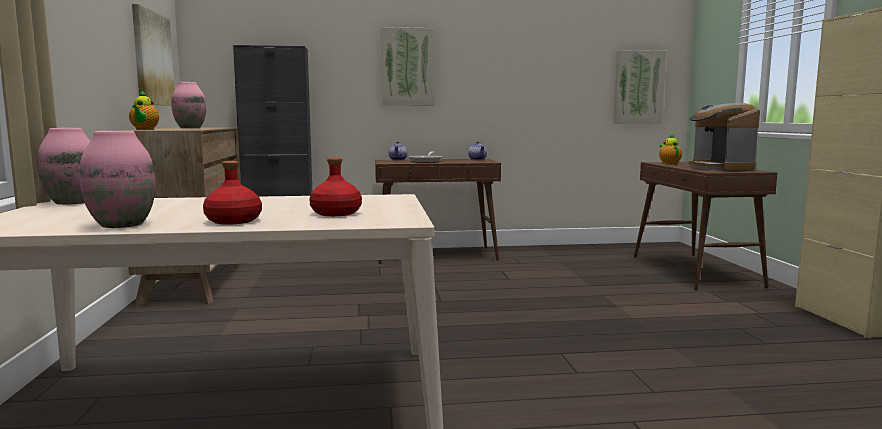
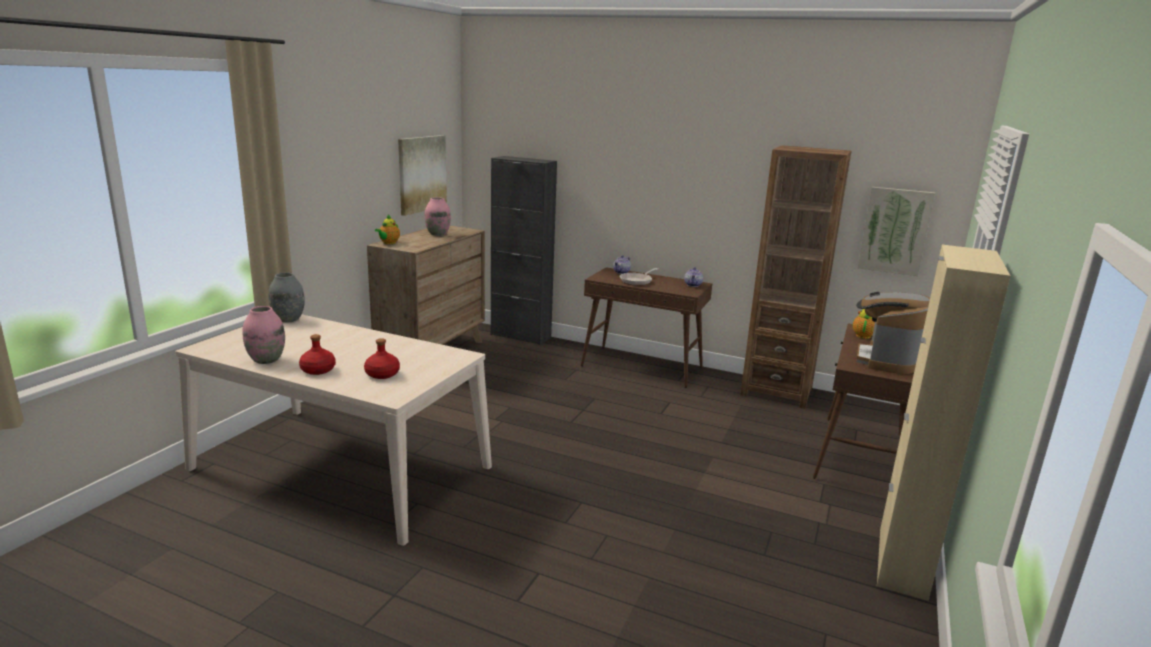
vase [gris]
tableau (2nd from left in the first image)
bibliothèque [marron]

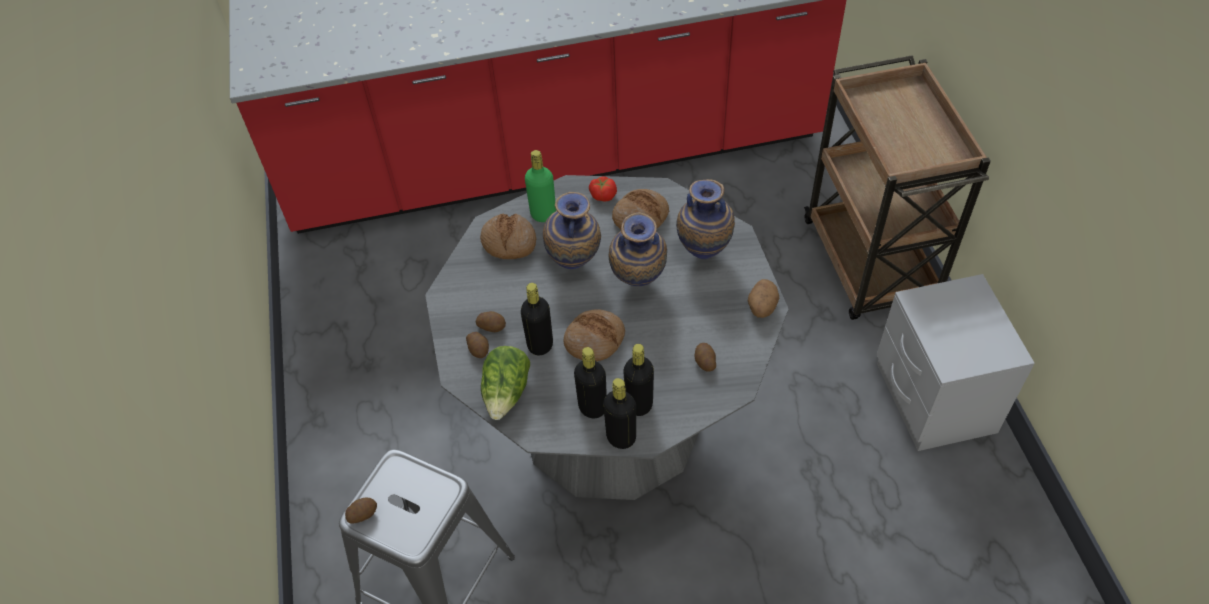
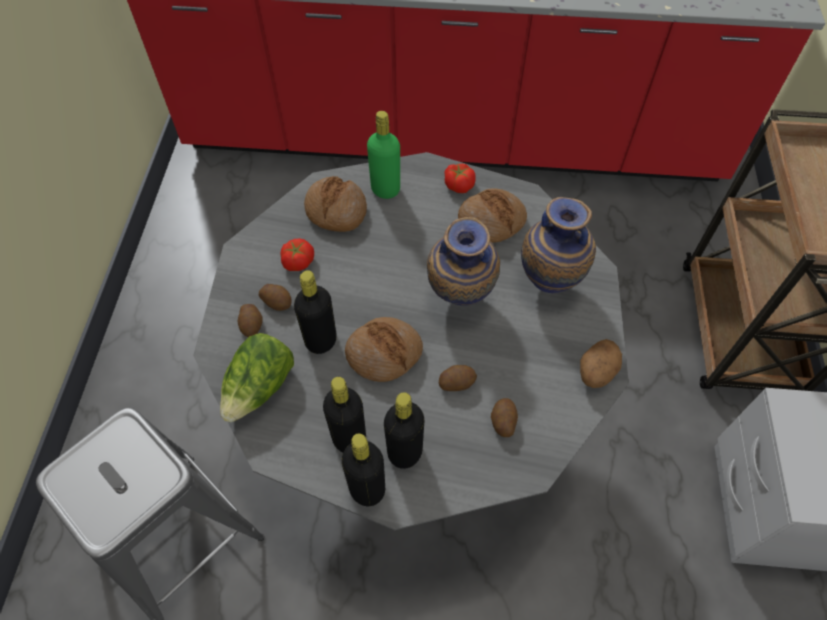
pomme de terre (3rd from left)
vase (1st from left in the first image)
tomate (1st from left)

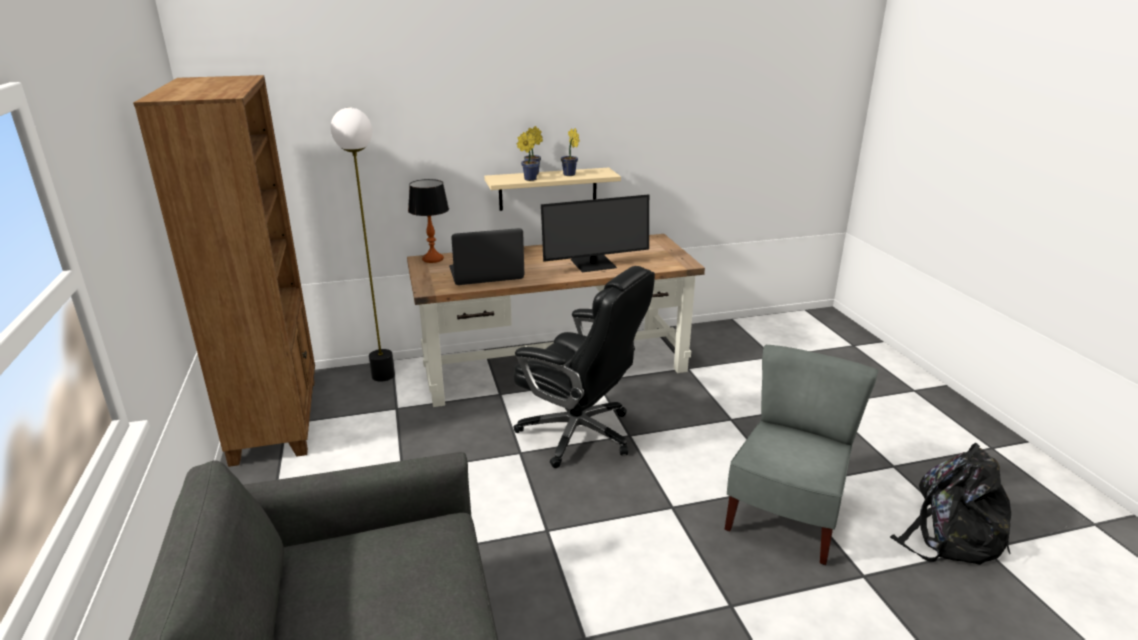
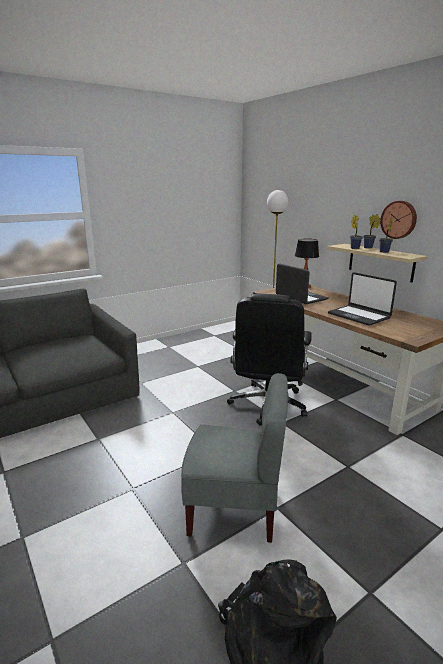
bibliothèque [marron]
ordinateur portable (2nd from left)
horloge murale

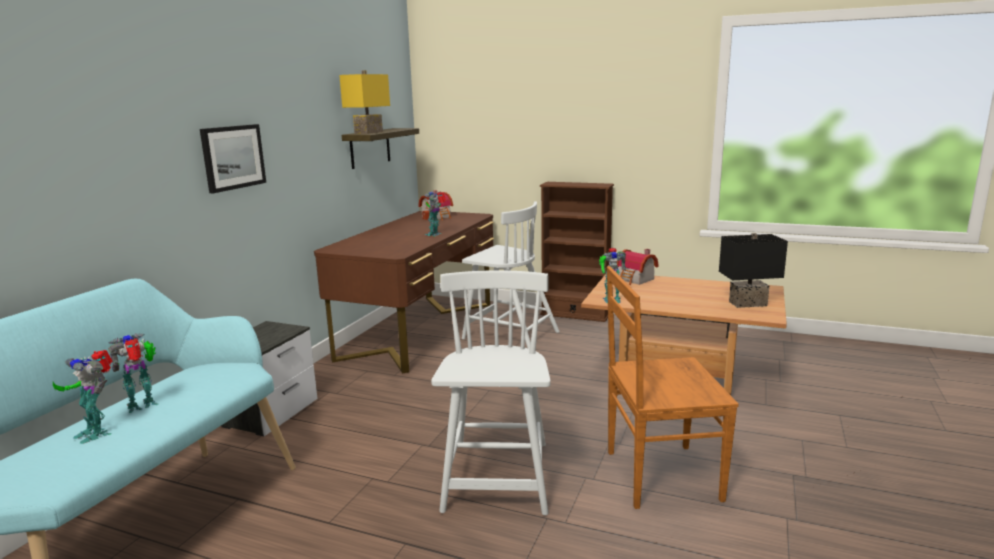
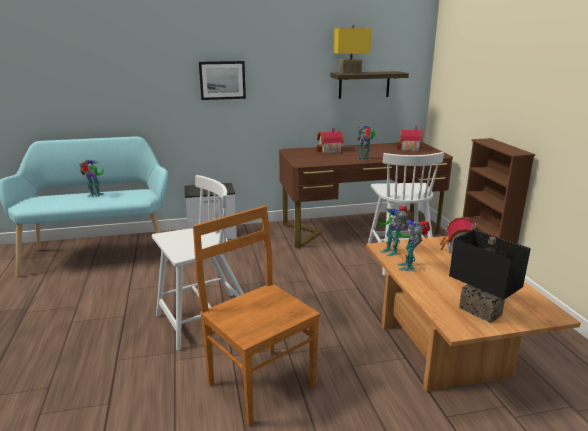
robot jouet (4th from left)
maison miniature (1st from left)

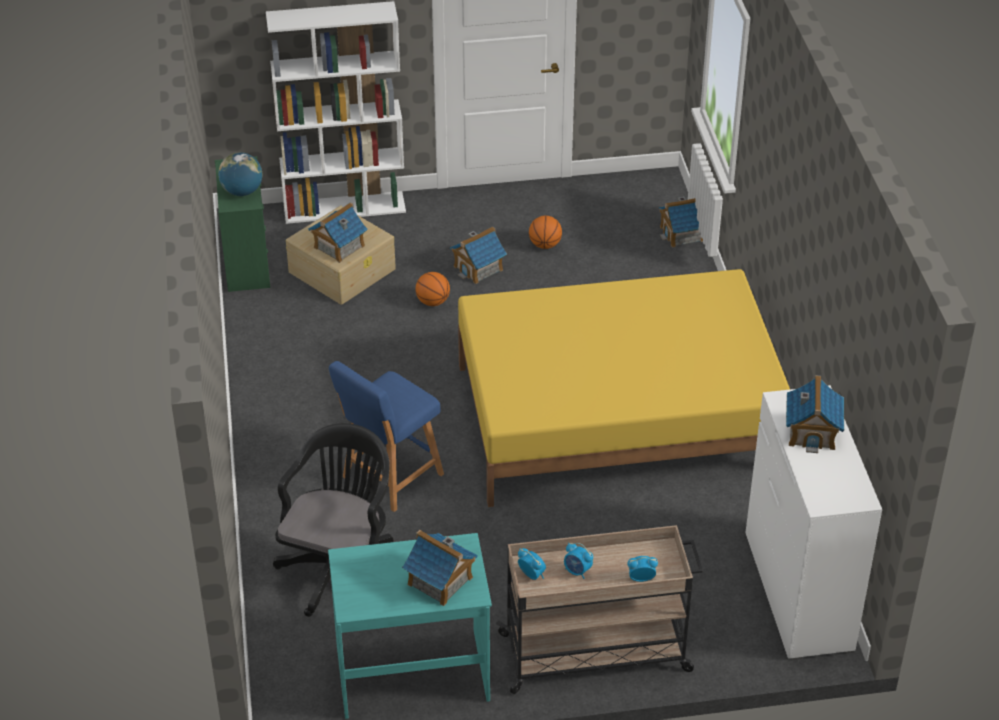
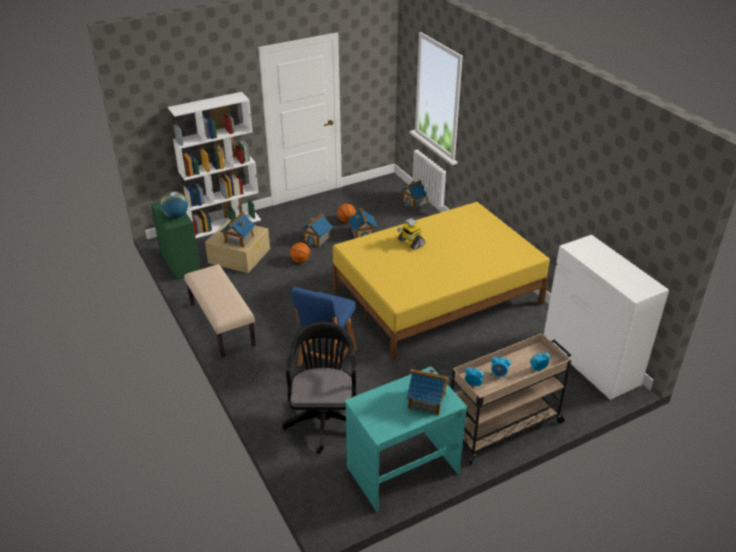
maison miniature (3rd from left)
banc [beige]
robot jouet

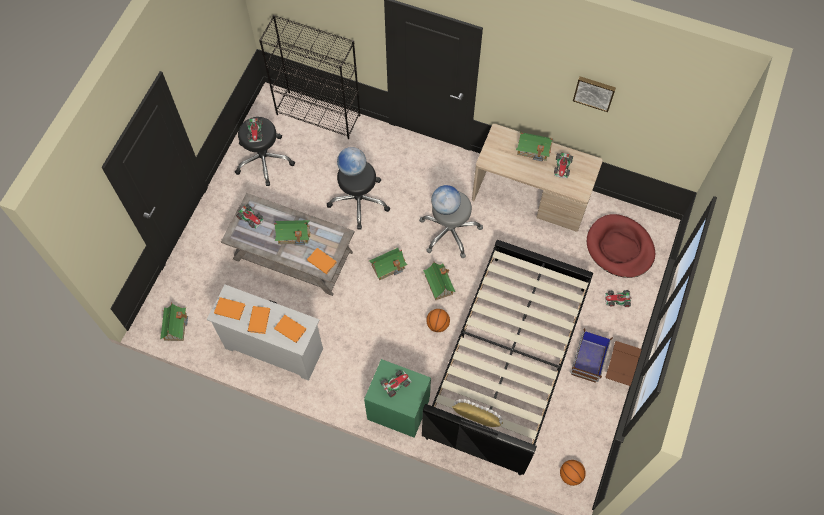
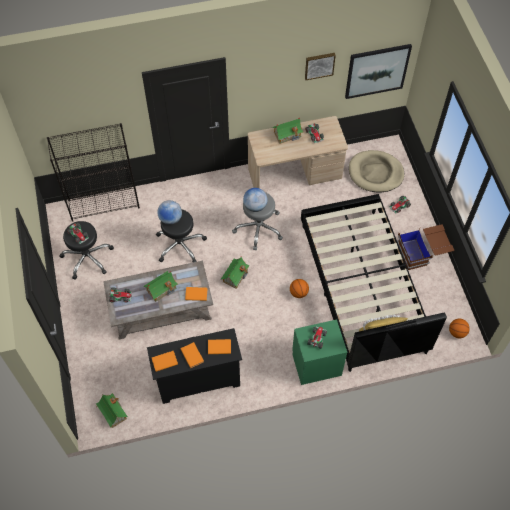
commode [noir]
maison miniature (4th from left in the first image)
panier pour chien [beige]
tableau (2nd from left)

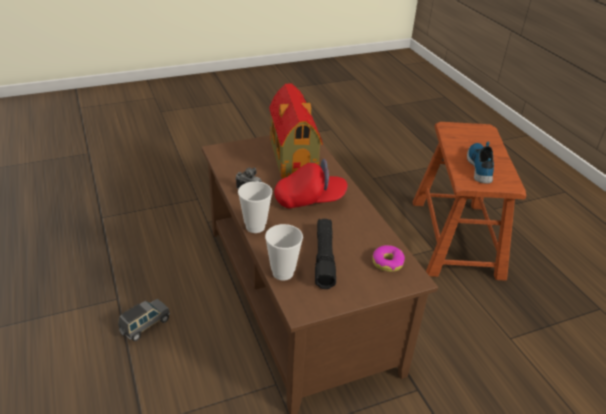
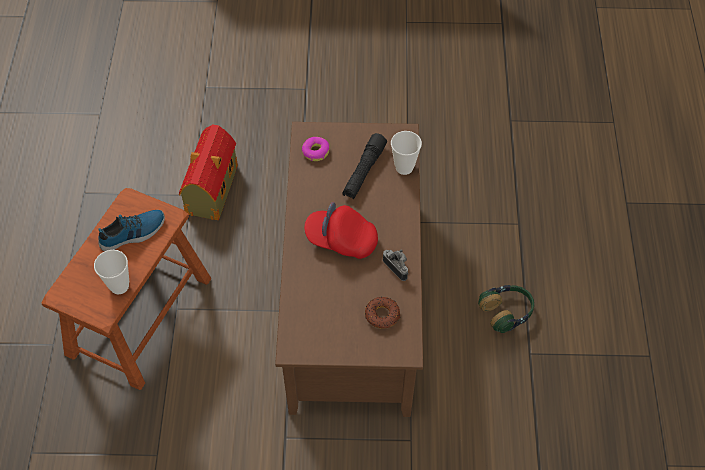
casque audio
tasse (1st from left)
maison miniature
chaussure
beignet (2nd from left)

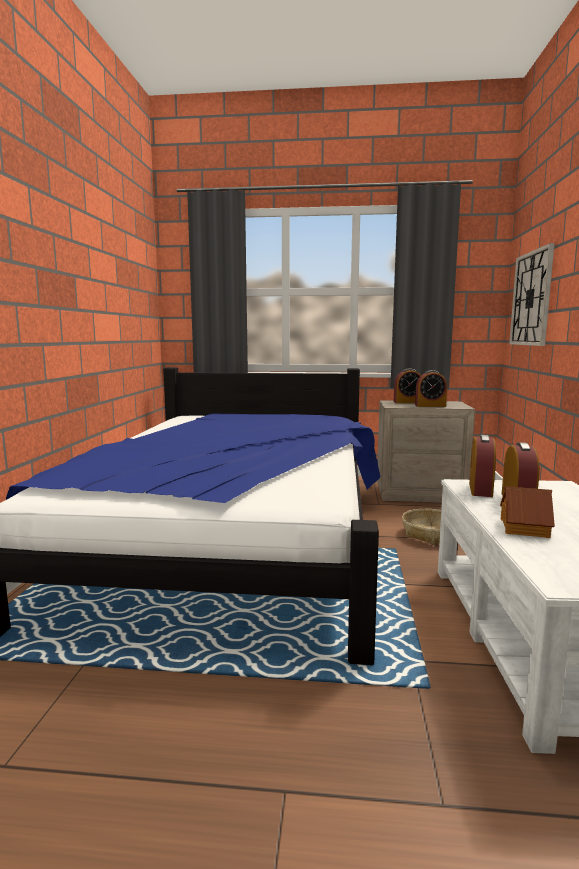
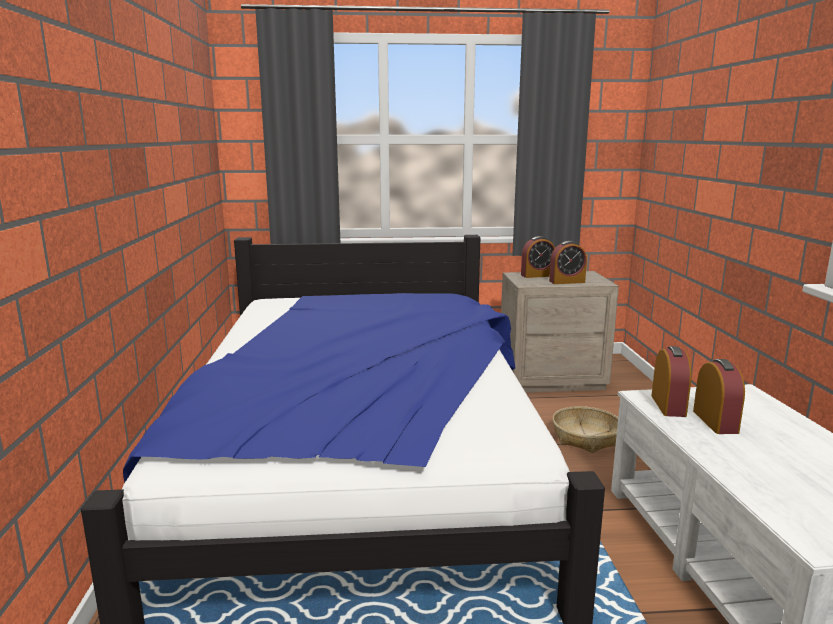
maison miniature
horloge murale

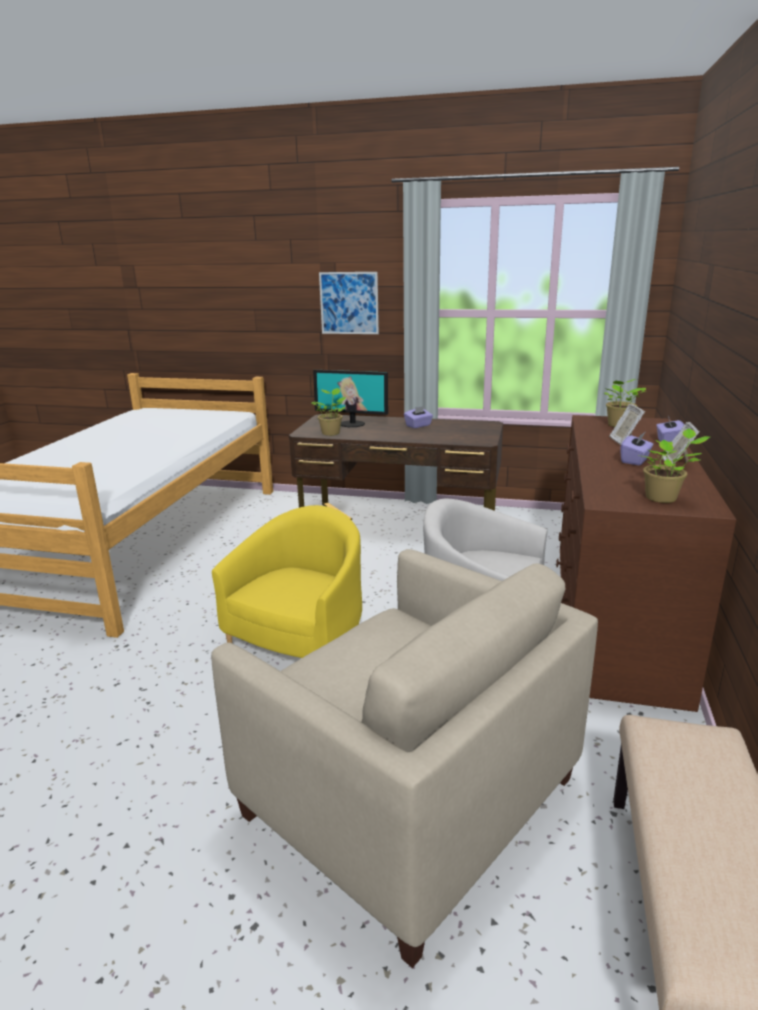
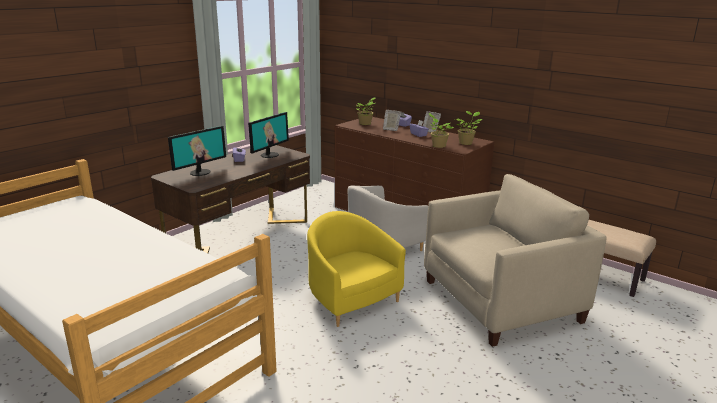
plante en pot (2nd from left)
tableau
écran d'ordinateur (2nd from left)

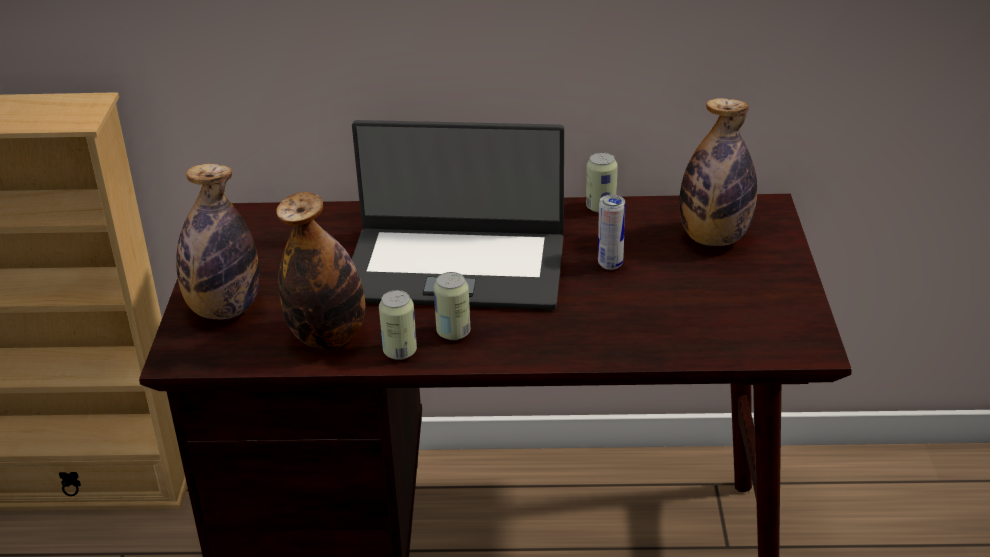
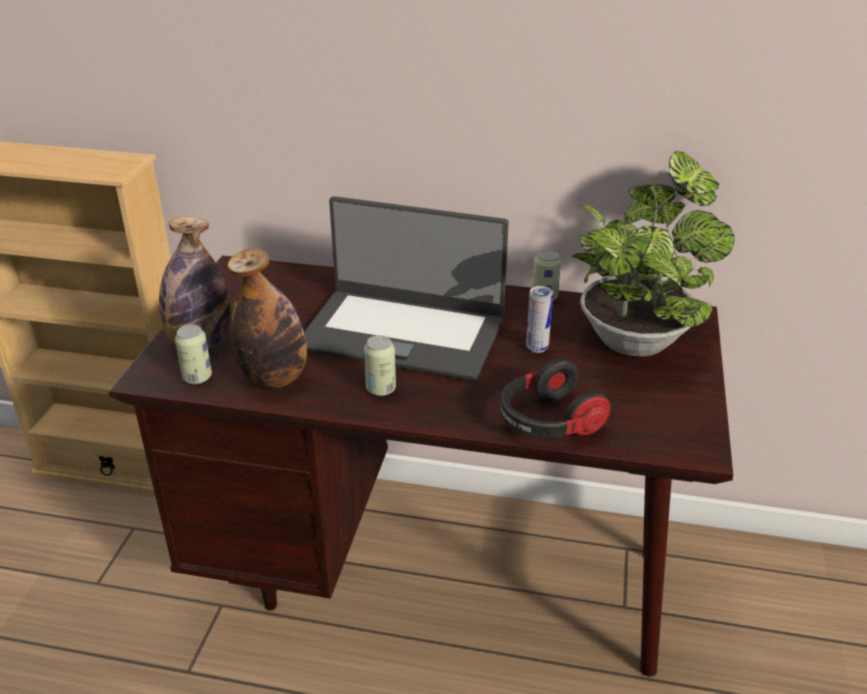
boîte métallique (1st from left)
plante en pot
casque audio

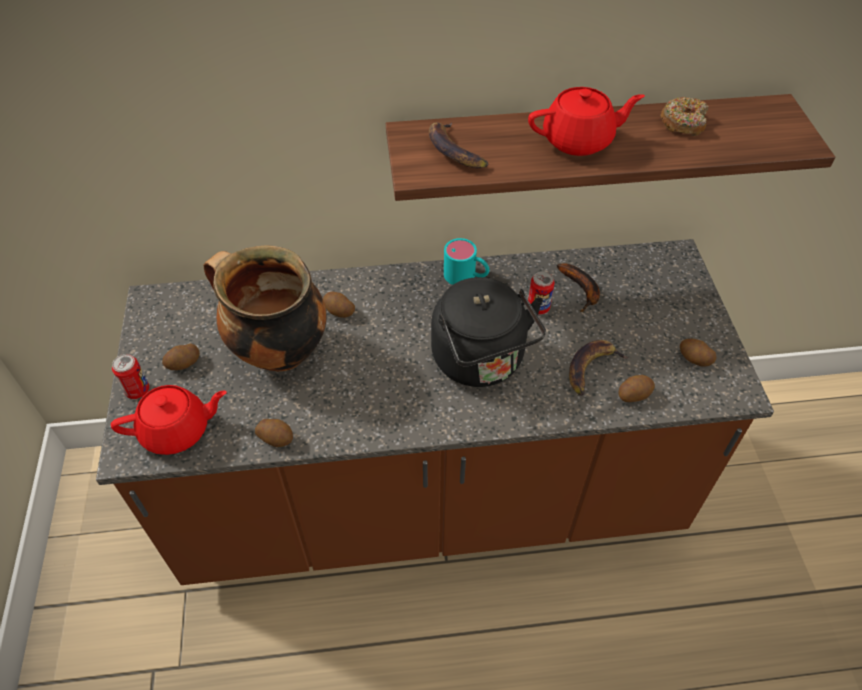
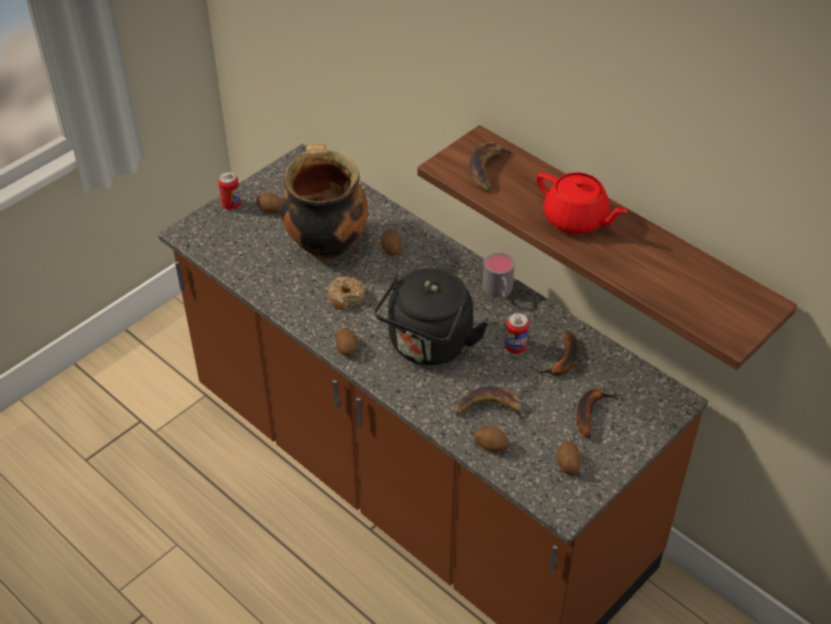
théière [rouge] (1st from left in the first image)
pomme de terre (2nd from left)
mug [gris]
beignet
banane (4th from left)

